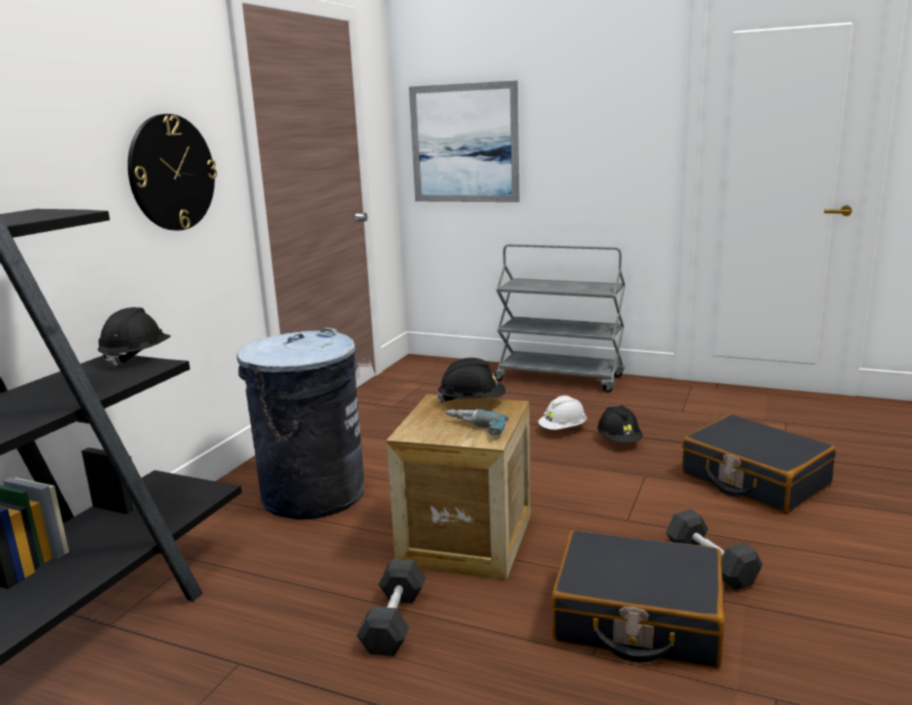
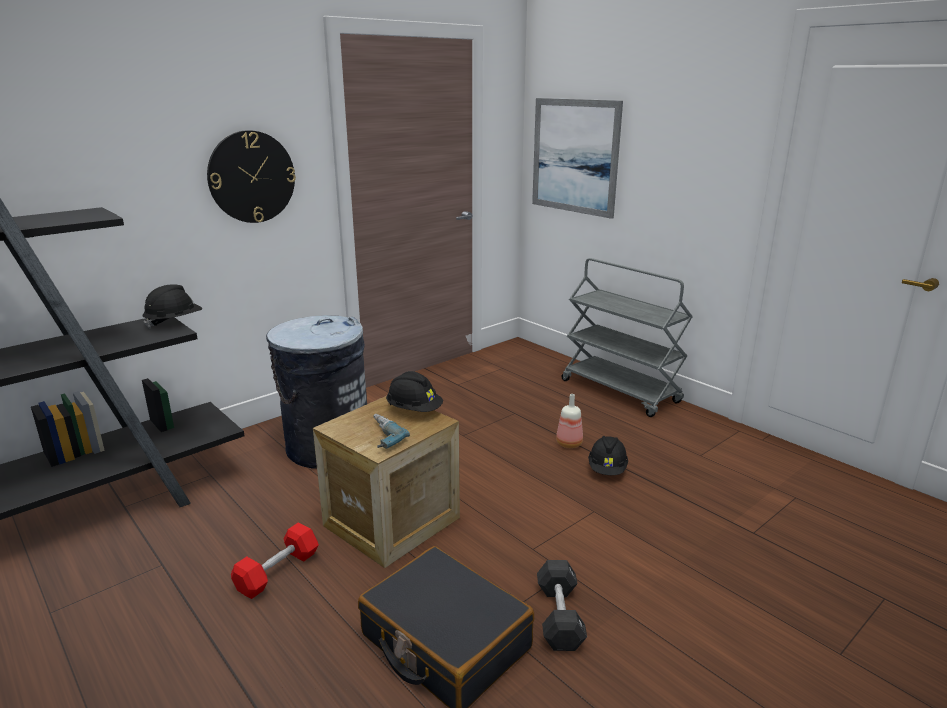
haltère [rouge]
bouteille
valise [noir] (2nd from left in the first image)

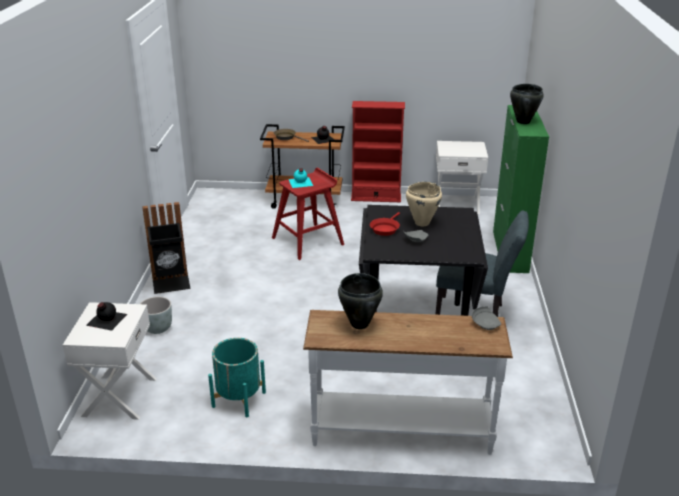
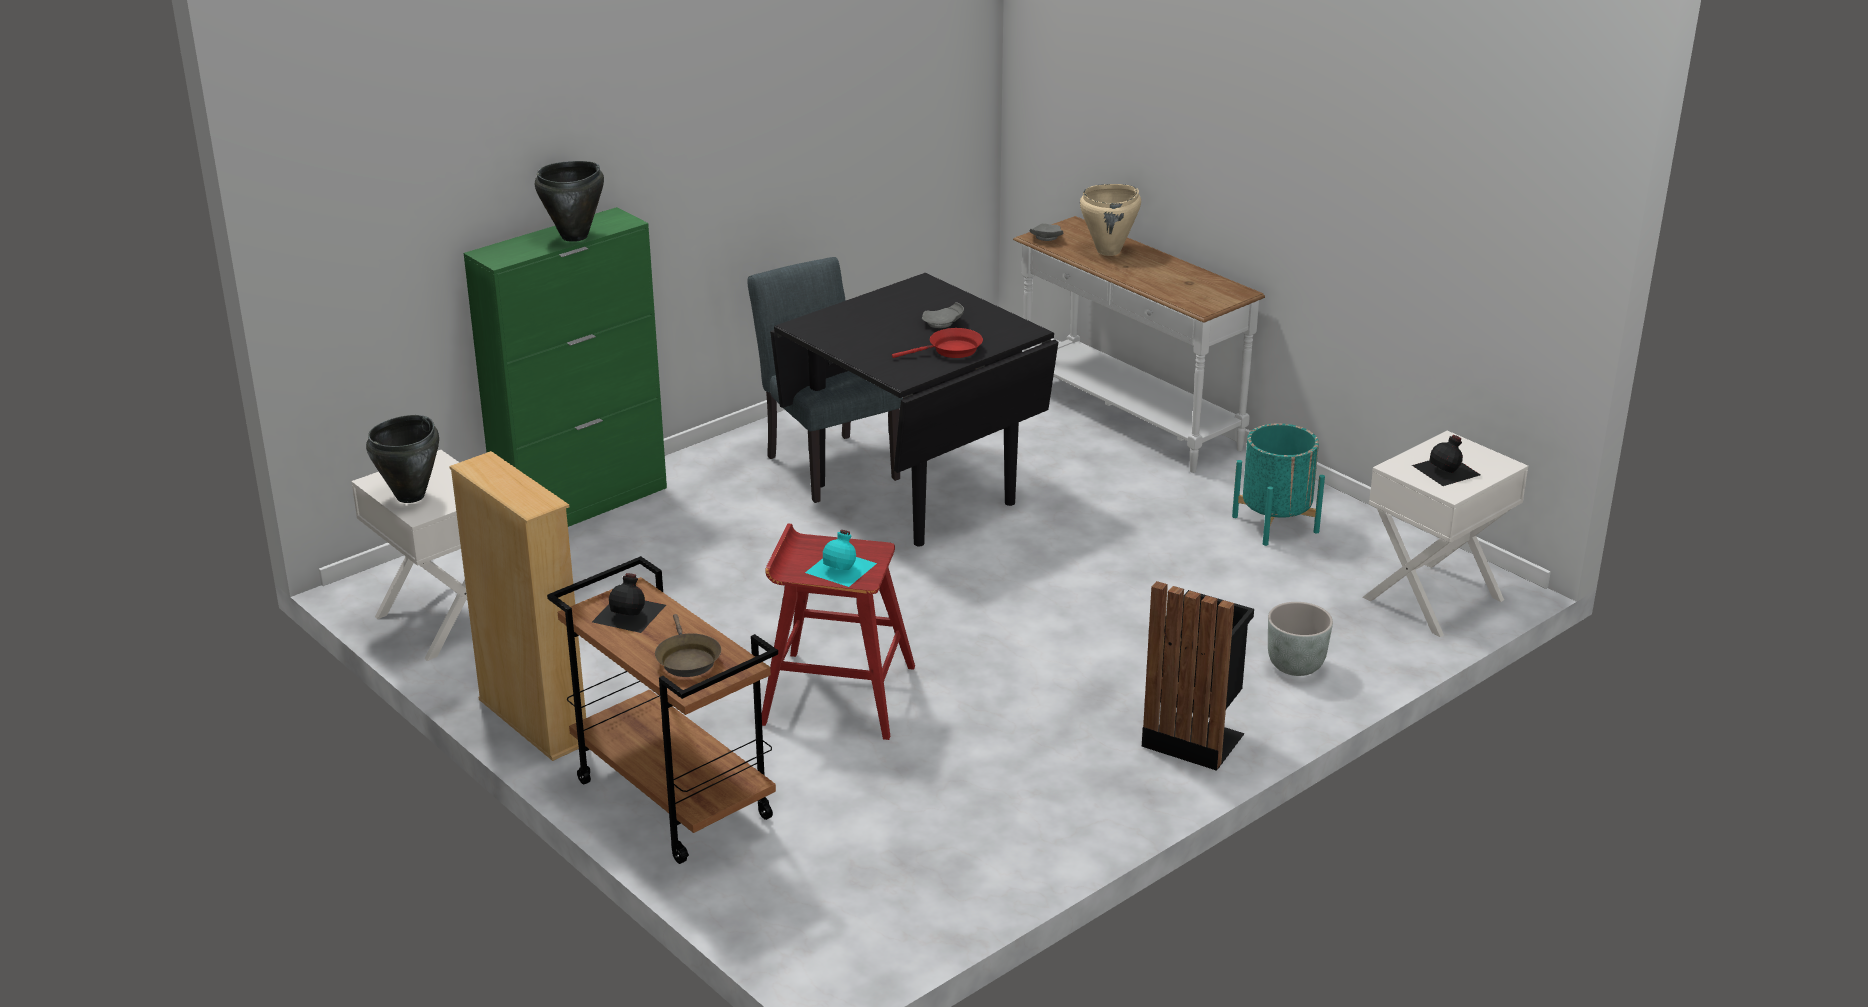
marmite [noir] (1st from left)
bibliothèque [beige]
marmite [beige]

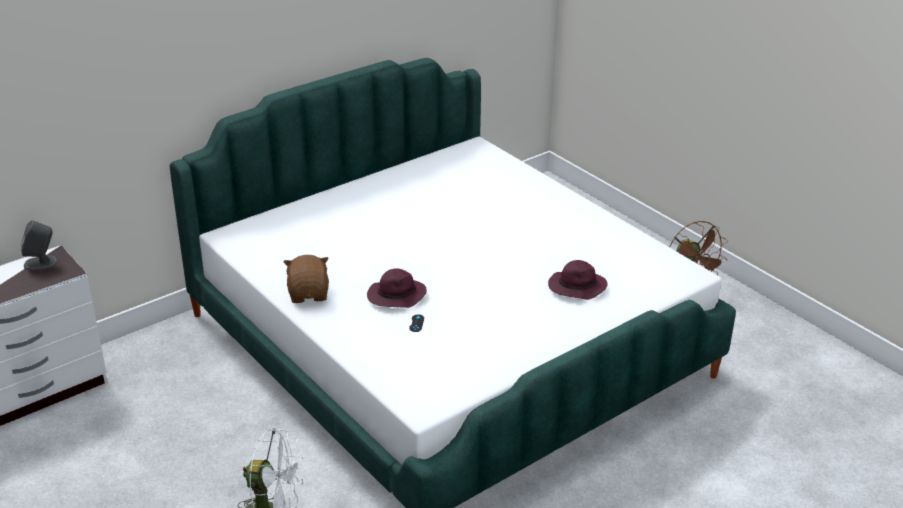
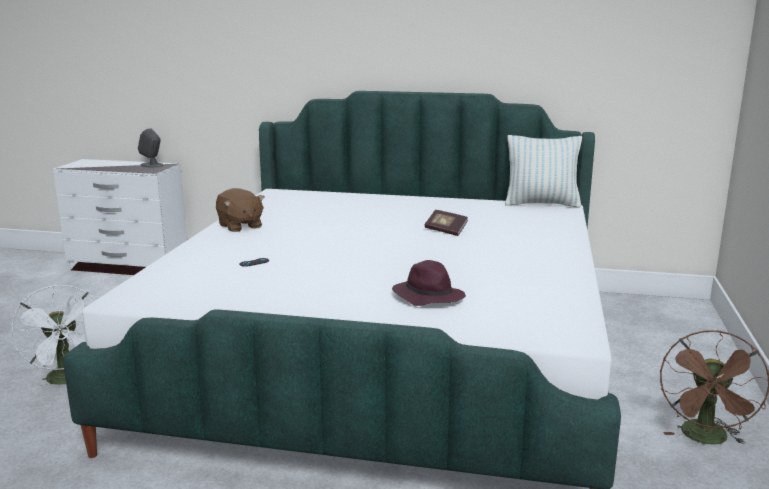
peluche [marron]
chapeau [violet] (1st from left in the first image)
livre
coussin

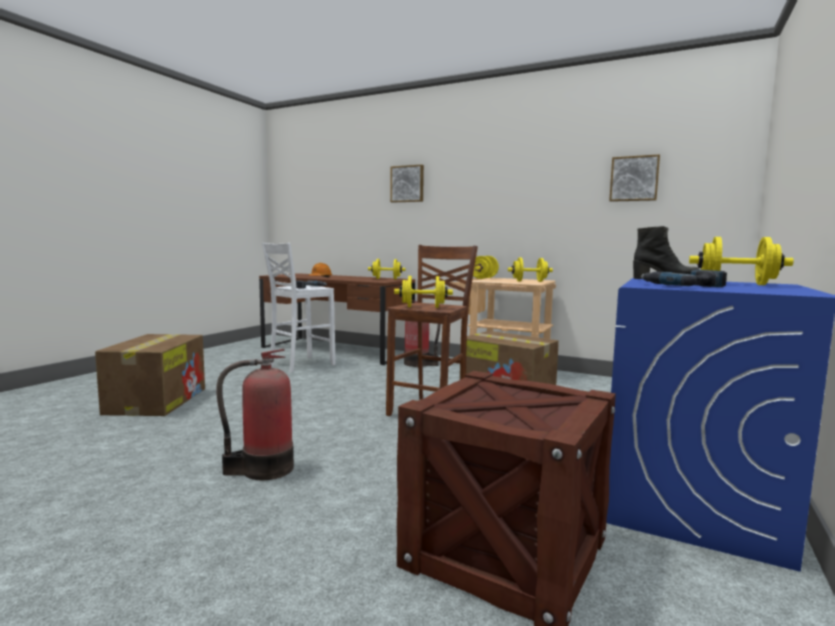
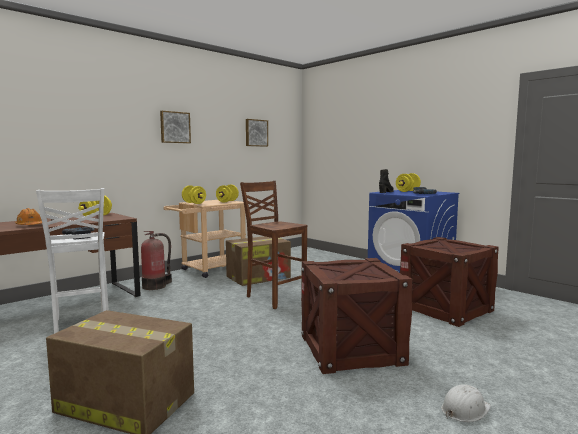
caisse (1st from left)
tableau (1st from left)
haltère [jaune] (2nd from left in the first image)
casque de chantier [blanc]

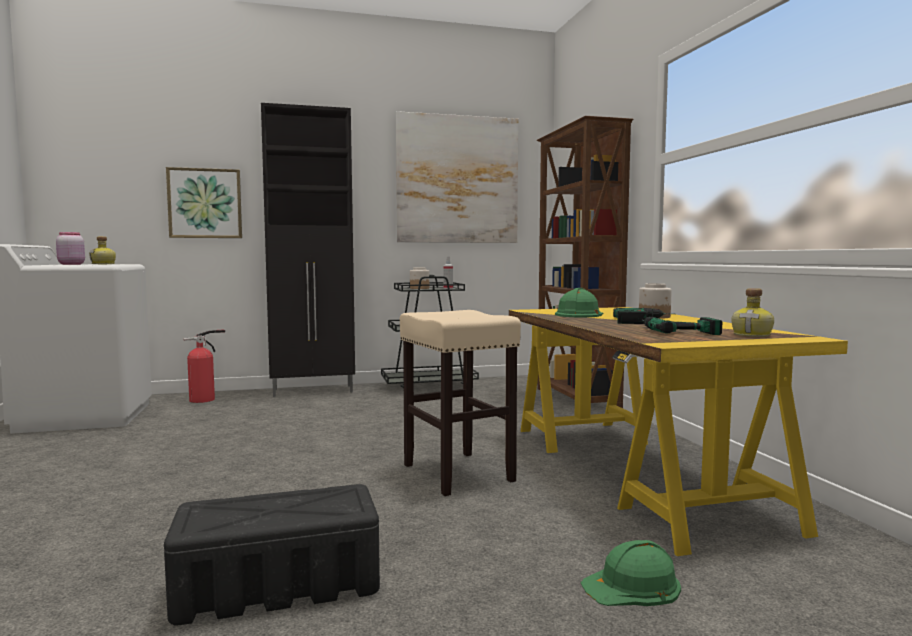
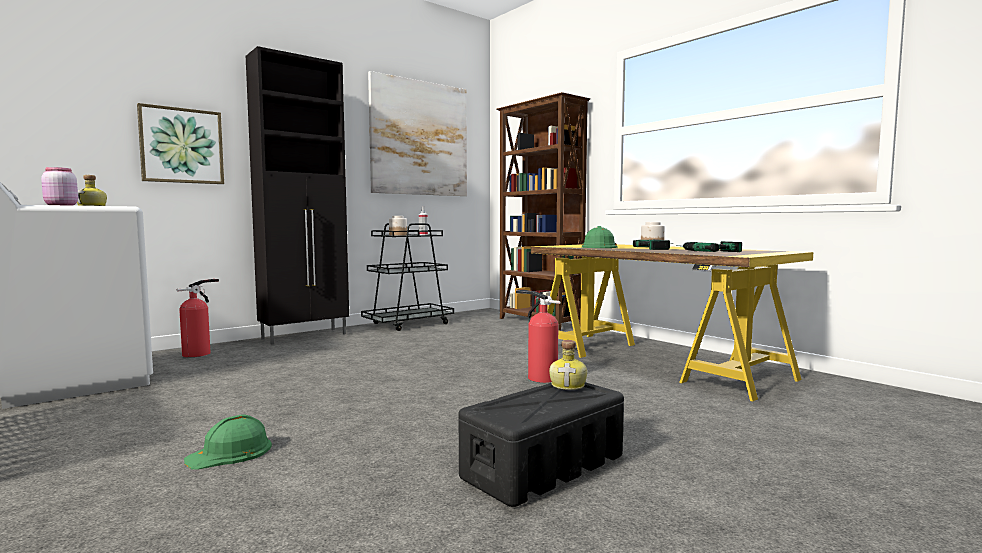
extincteur (2nd from left)
casque de chantier [vert] (1st from left)
bouteille (2nd from left)

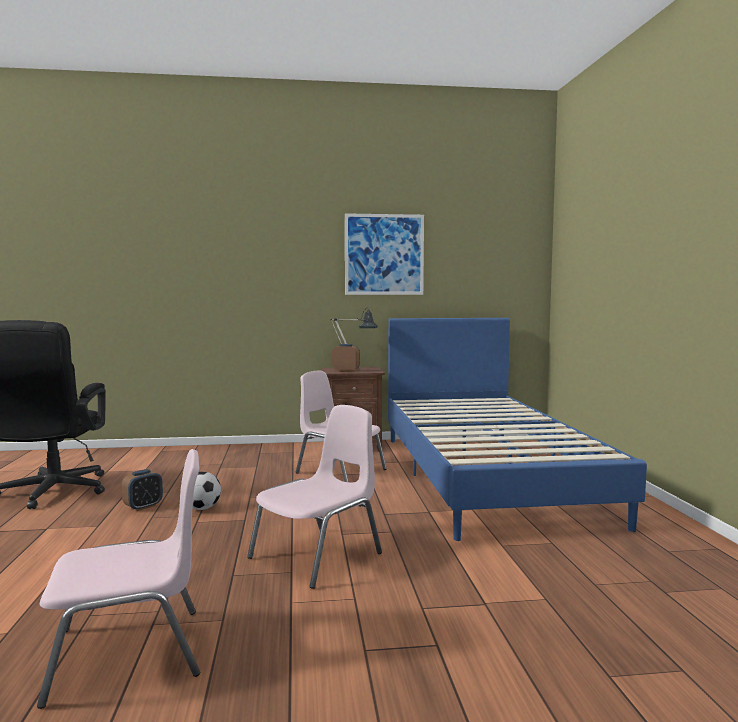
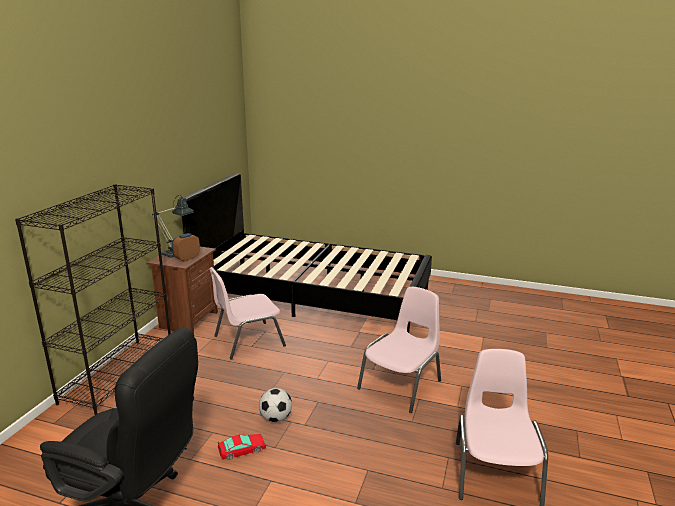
petite voiture
chaise [rose] (2nd from left)
tableau
lit [noir]
bibliothèque [noir]

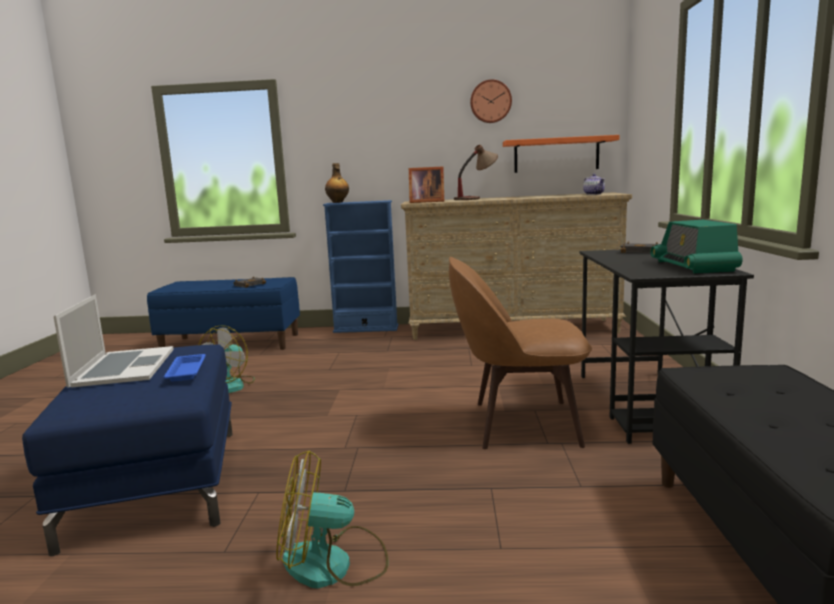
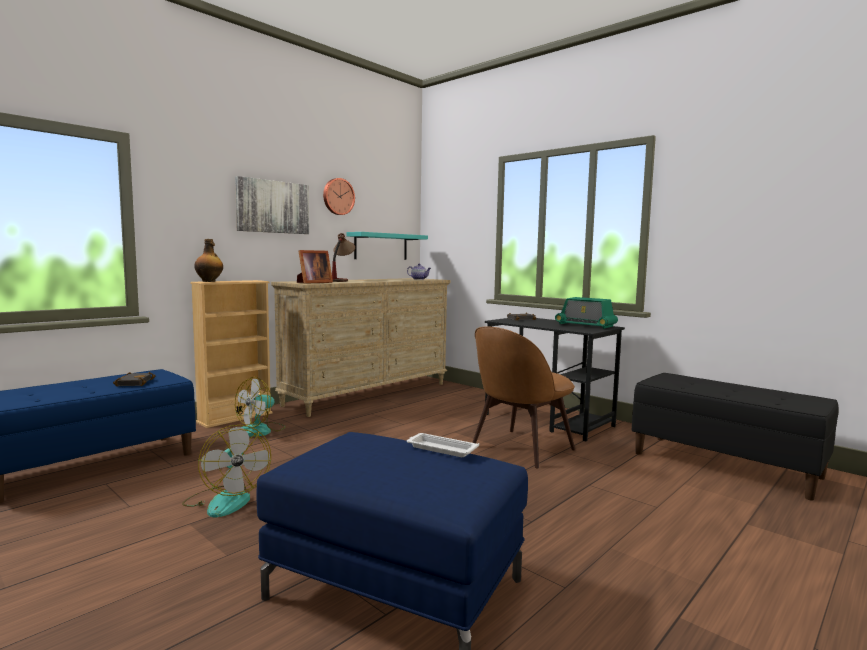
ordinateur portable
plateau [blanc]
ventilateur (2nd from left)
bibliothèque [beige]
étagère [turquoise]
tableau

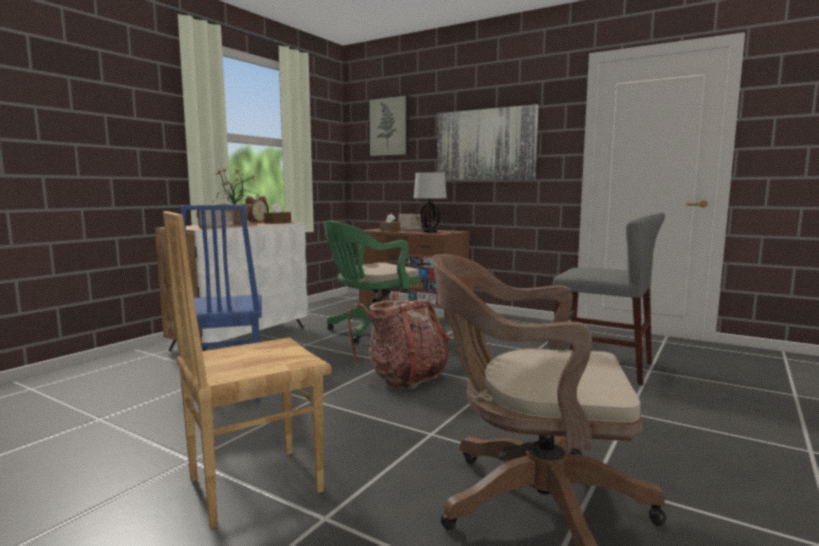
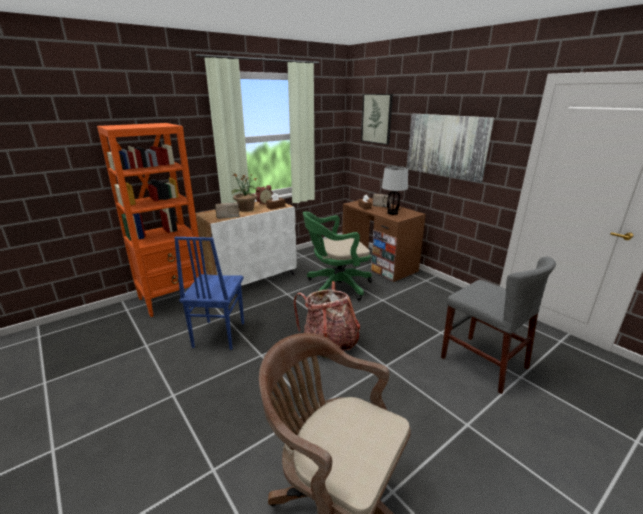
chaise [marron]
bibliothèque [orange]

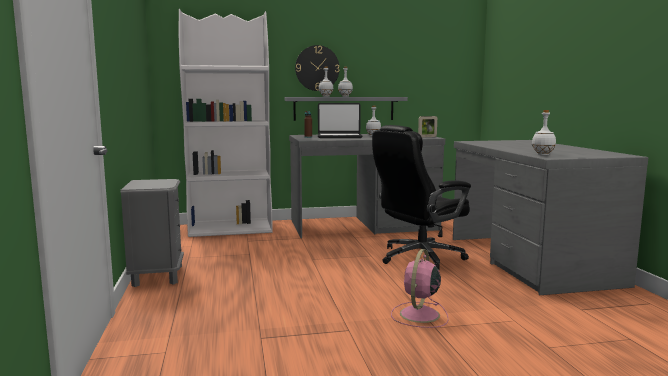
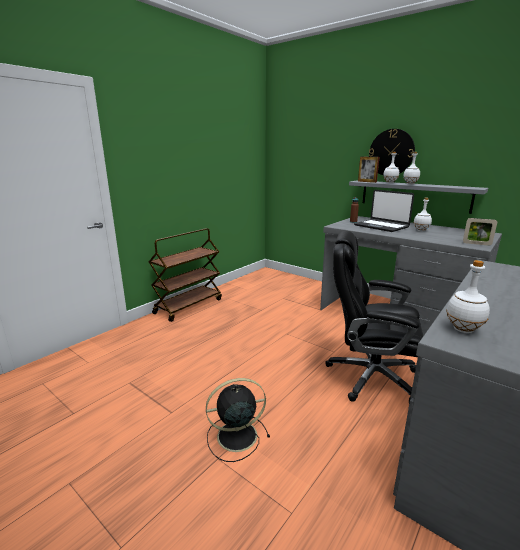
chariot [marron]
bibliothèque [blanc]
ventilateur [noir]
cadre photo (1st from left)

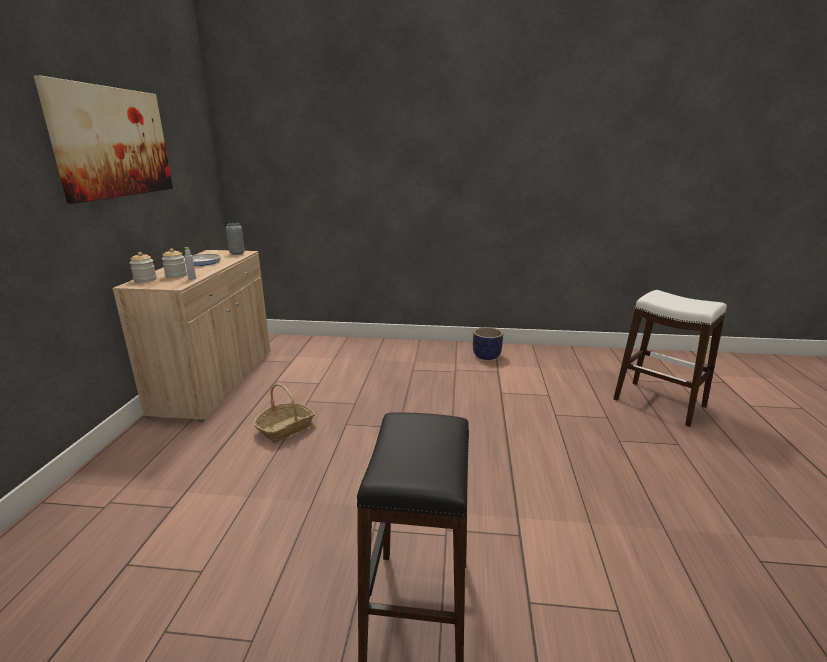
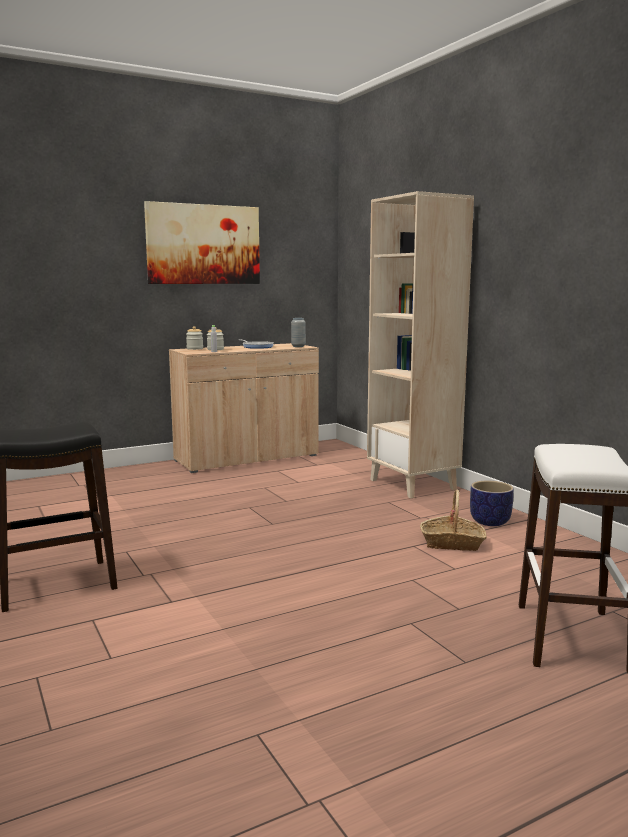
panier
bibliothèque [beige]

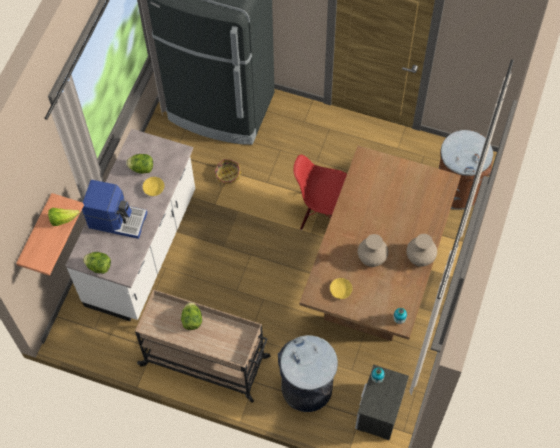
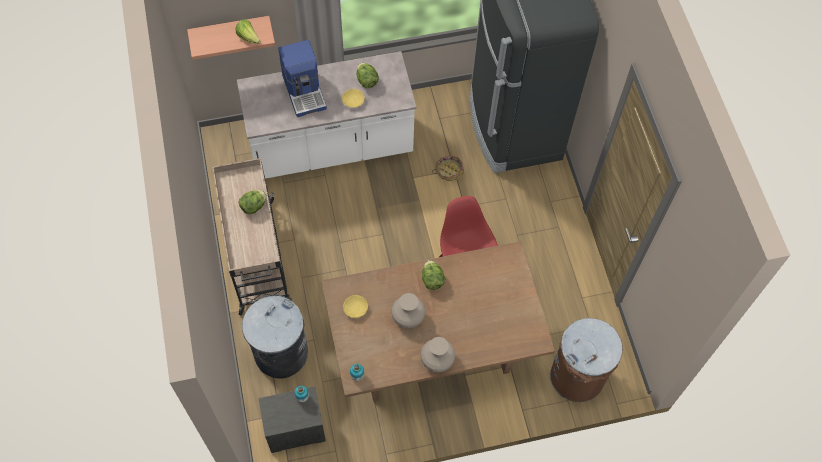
laitue (4th from left)

